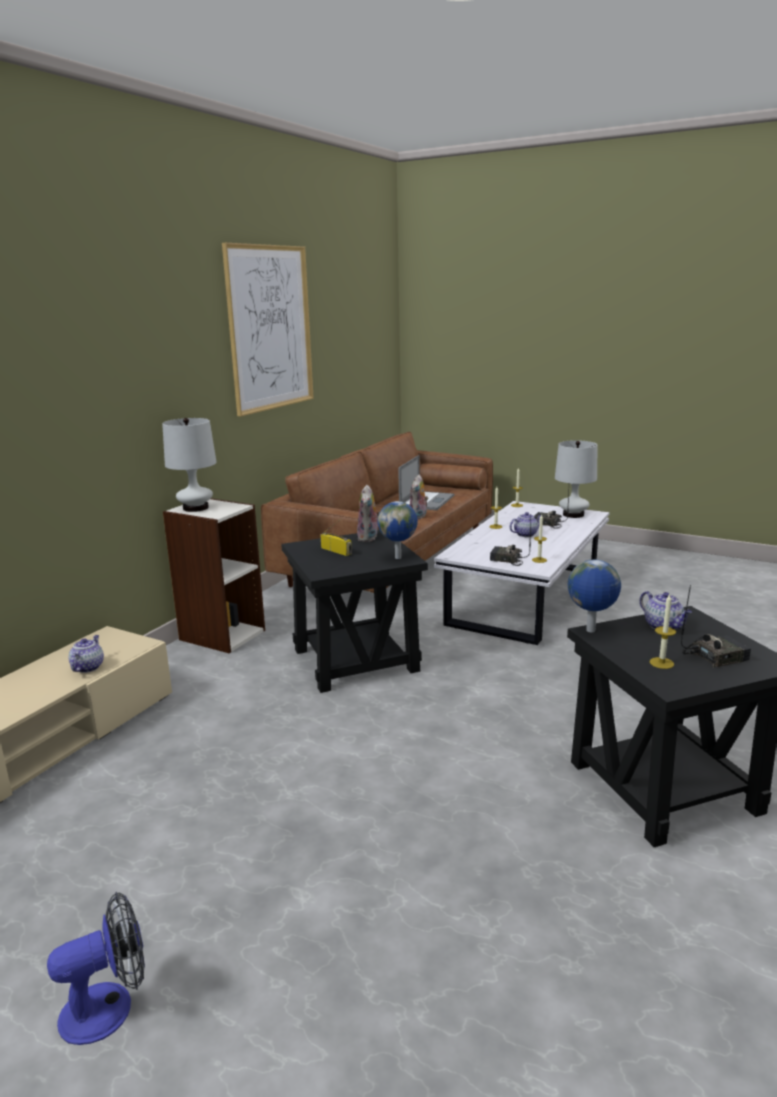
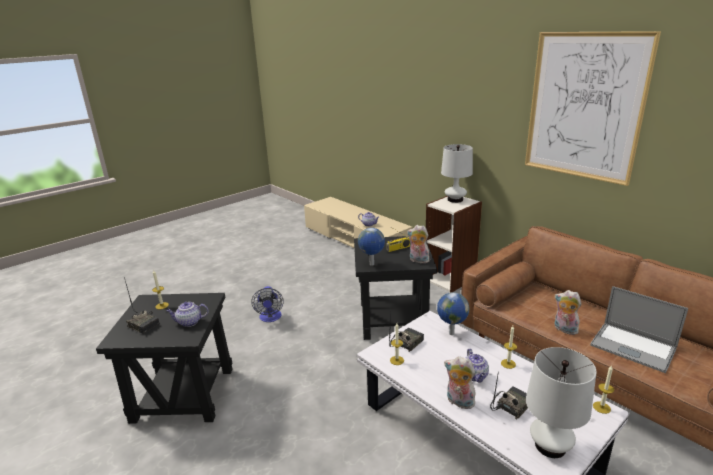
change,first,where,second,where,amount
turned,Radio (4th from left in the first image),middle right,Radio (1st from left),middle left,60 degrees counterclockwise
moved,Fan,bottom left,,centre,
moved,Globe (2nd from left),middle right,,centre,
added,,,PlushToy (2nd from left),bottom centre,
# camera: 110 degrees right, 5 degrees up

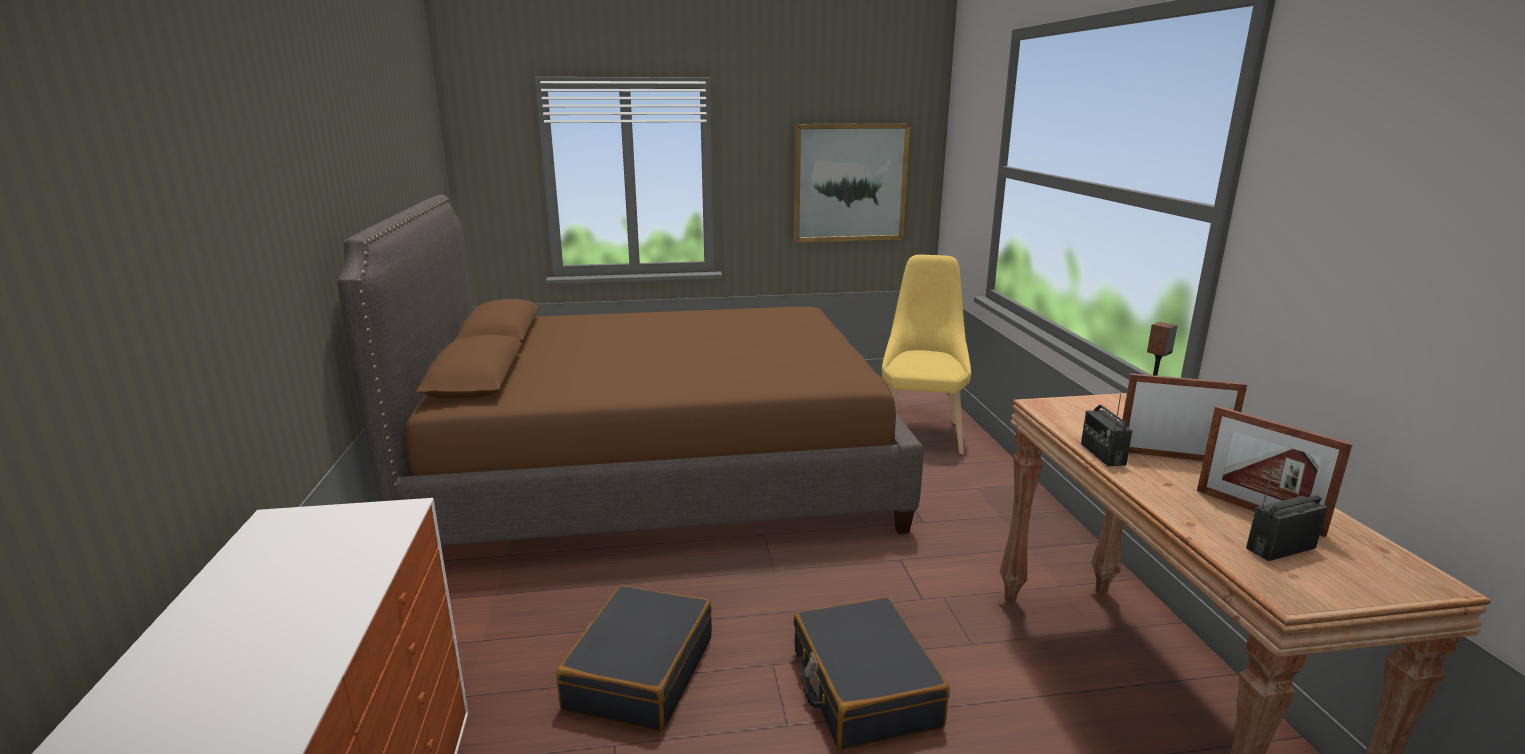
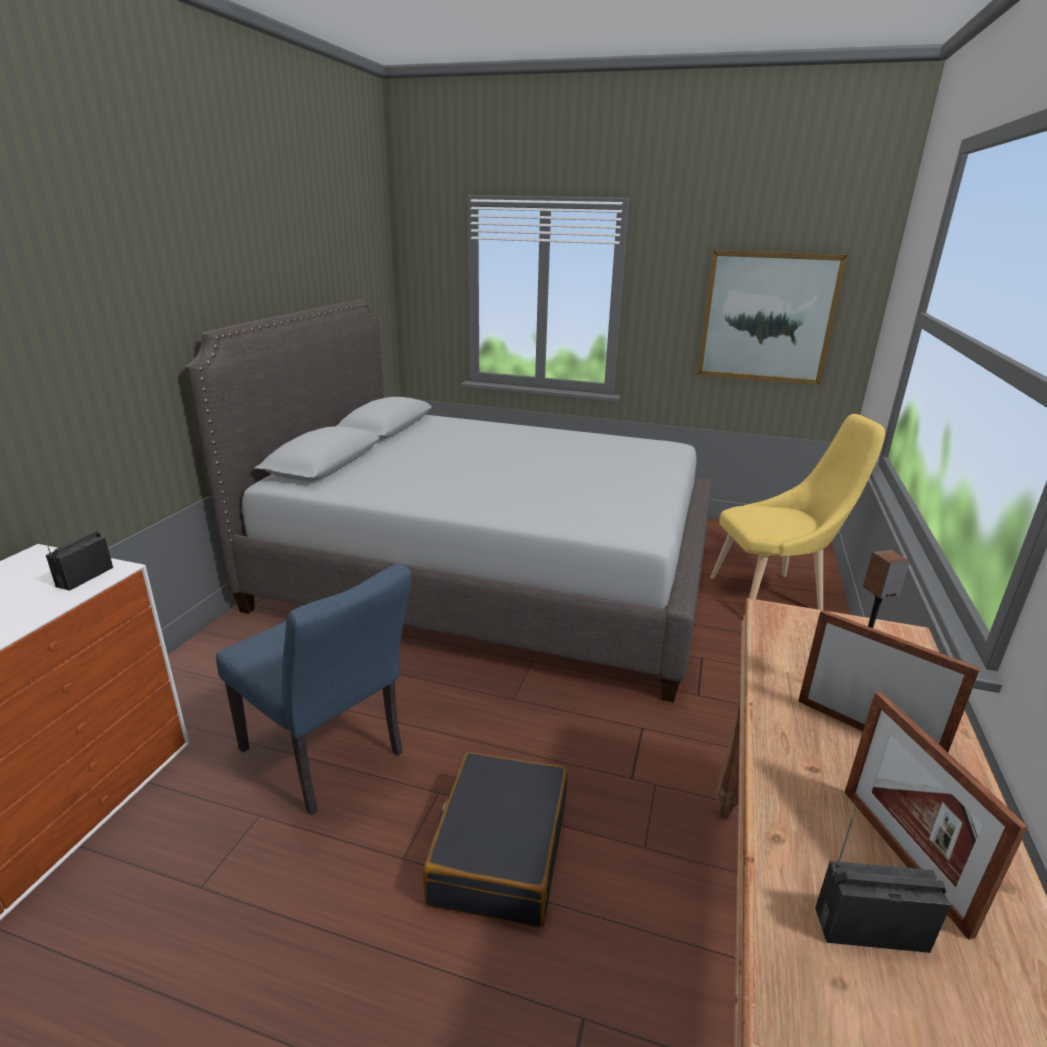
change,first,where,second,where,amount
moved,Radio (1st from left),middle right,,middle left,
recoloured,BrownBed,centre,GreyBed,centre,
replaced,BlackSuitcase (1st from left),bottom centre,BlueChair,middle left,
turned,YellowChair,centre,,middle right,45 degrees clockwise
# camera: 25 degrees right, 5 degrees up

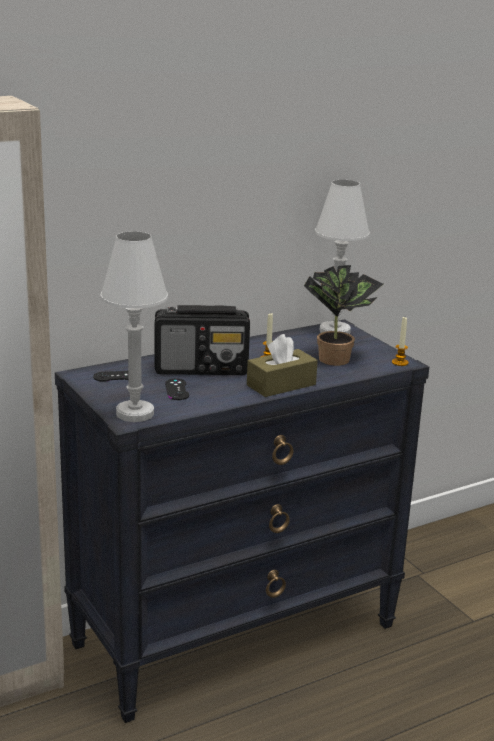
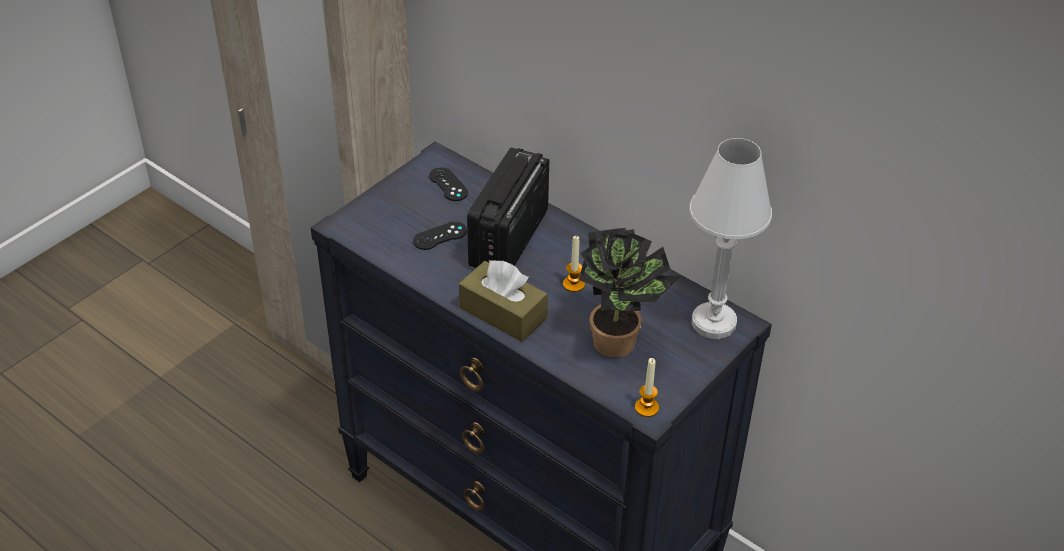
change,first,where,second,where,amount
turned,Radio,centre,,centre,45 degrees clockwise
removed,WhiteTableLamp (1st from left),middle left,,,
# camera: 70 degrees right, 20 degrees up

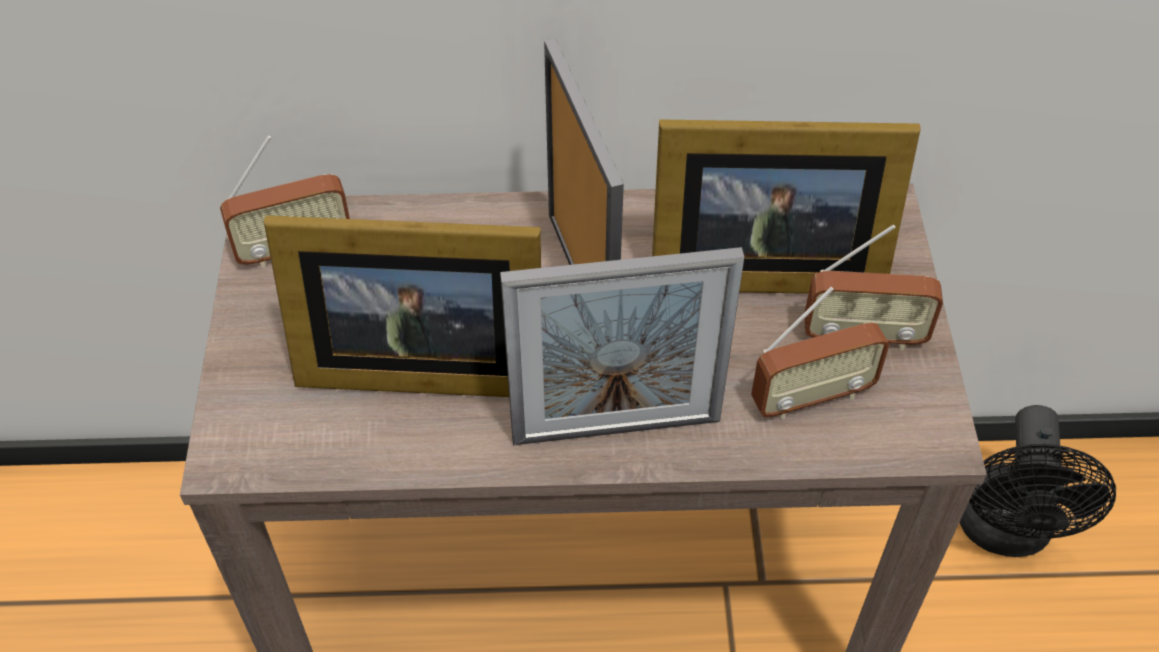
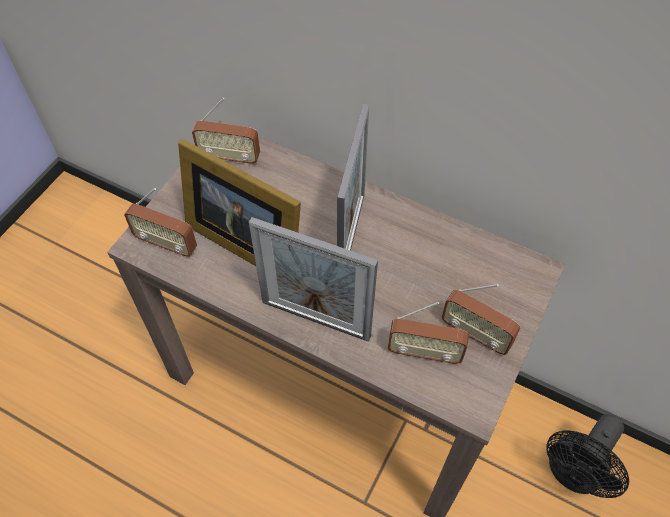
change,first,where,second,where,amount
added,,,Radio (1st from left),middle left,
removed,PictureFrame (4th from left),top right,,,
# camera: 30 degrees right, 5 degrees up

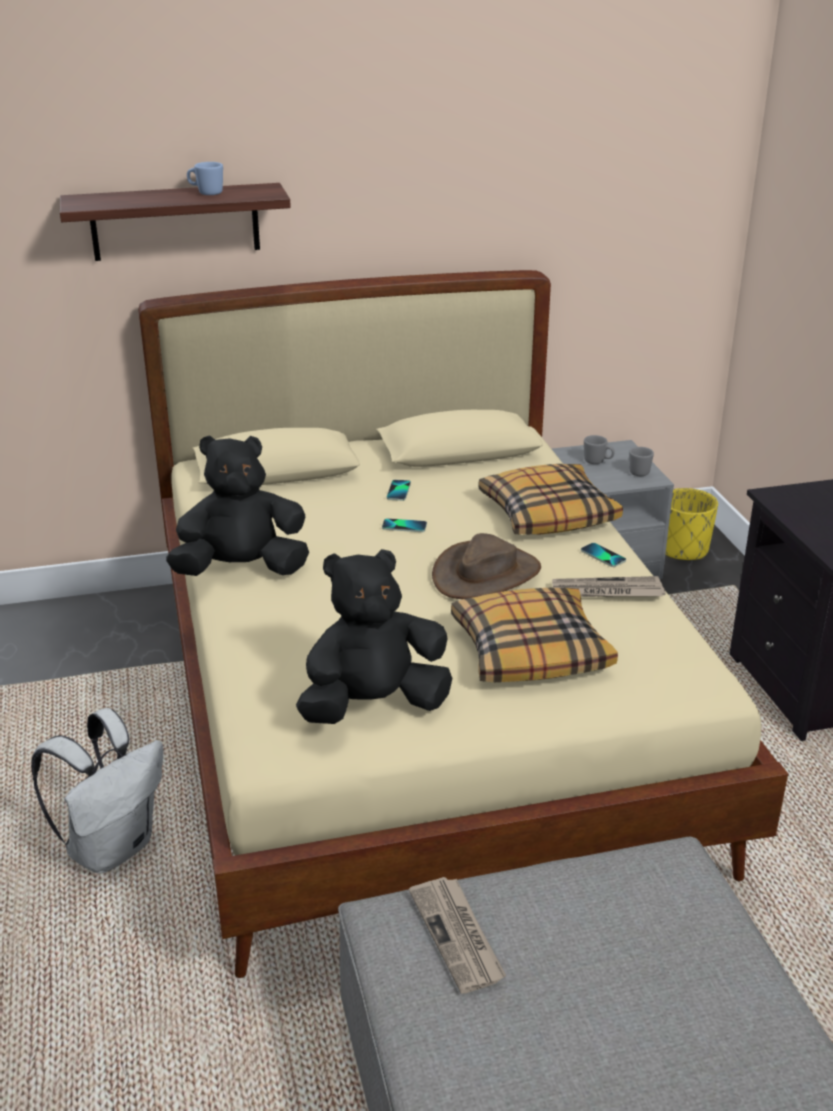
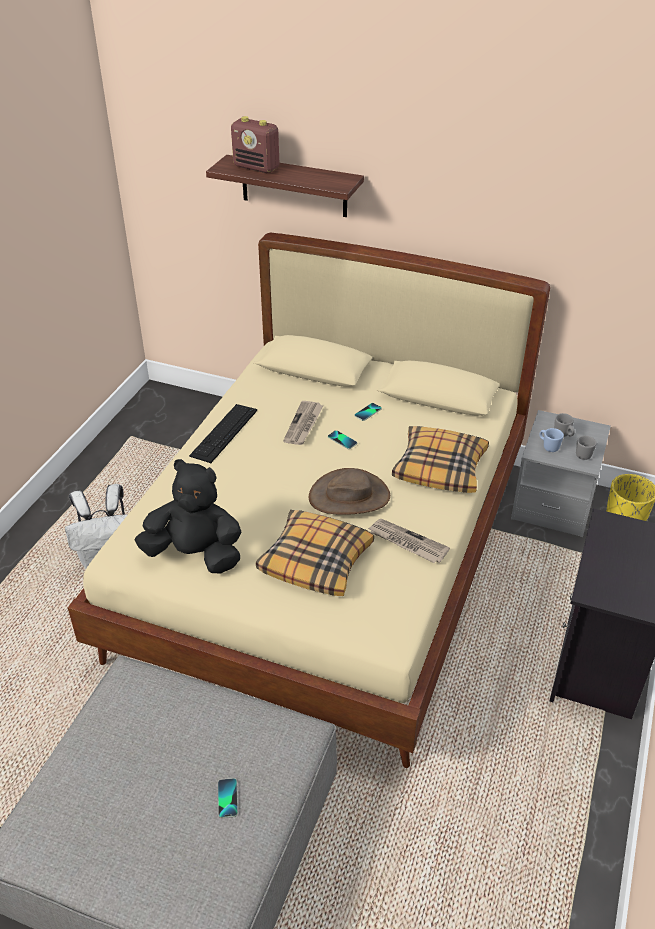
change,first,where,second,where,amount
replaced,BlackPlushToy (1st from left),middle left,Keyboard,centre,
moved,Phone (3rd from left in the first image),middle right,Phone (1st from left),bottom centre,
added,,,Radio,top centre,
moved,Newspaper (1st from left),bottom centre,,centre,
moved,BlueMug,top left,,middle right,
# camera: 35 degrees right, 10 degrees up

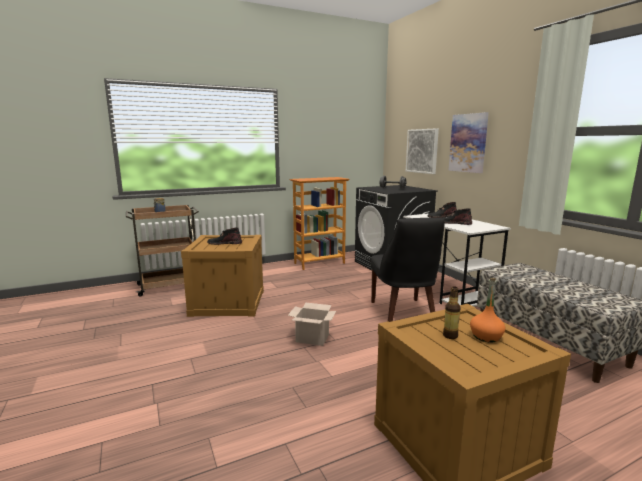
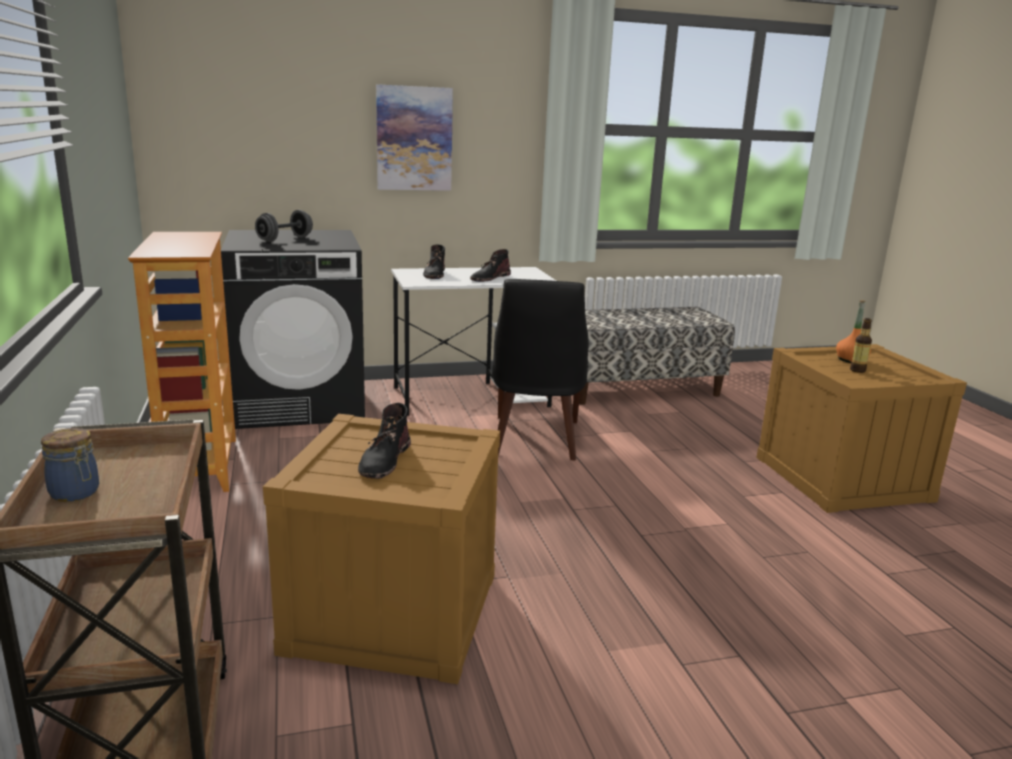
change,first,where,second,where,amount
turned,BlackChair,centre,,centre,90 degrees clockwise
removed,CardboardBox,bottom centre,,,
removed,Picture (1st from left),top centre,,,
# camera: 80 degrees left, 5 degrees up

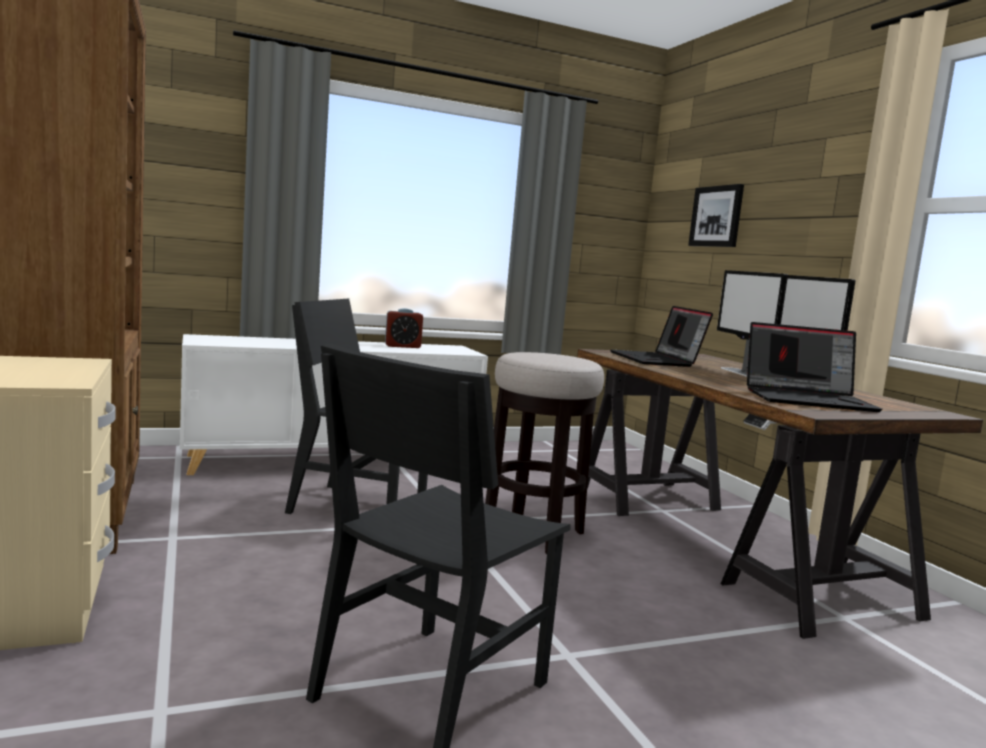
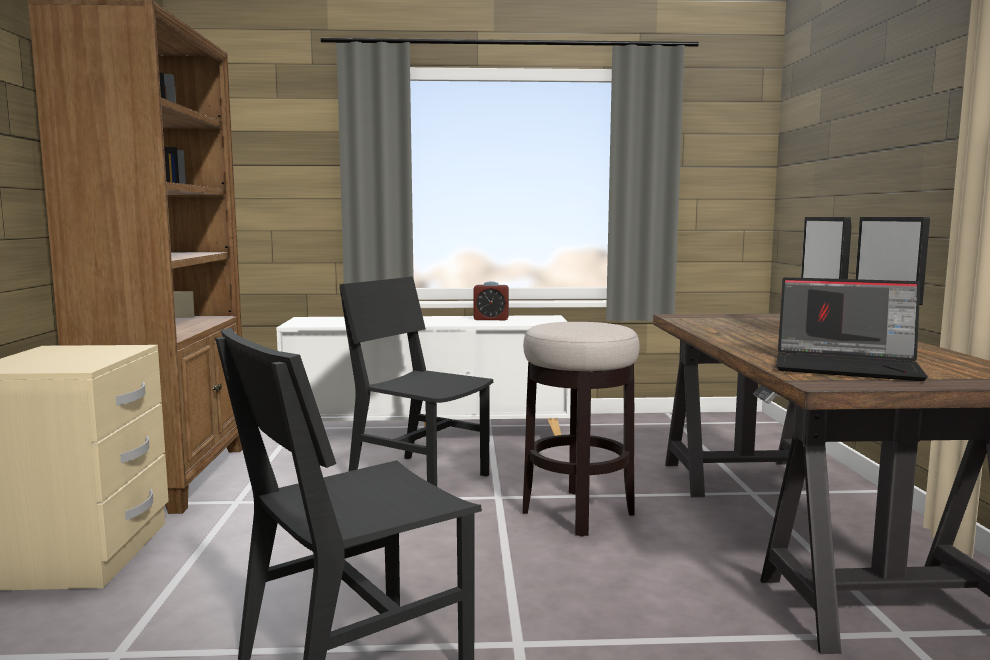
change,first,where,second,where,amount
removed,Laptop (1st from left),middle right,,,
removed,Picture,top right,,,
# camera: 20 degrees right, 0 degrees up

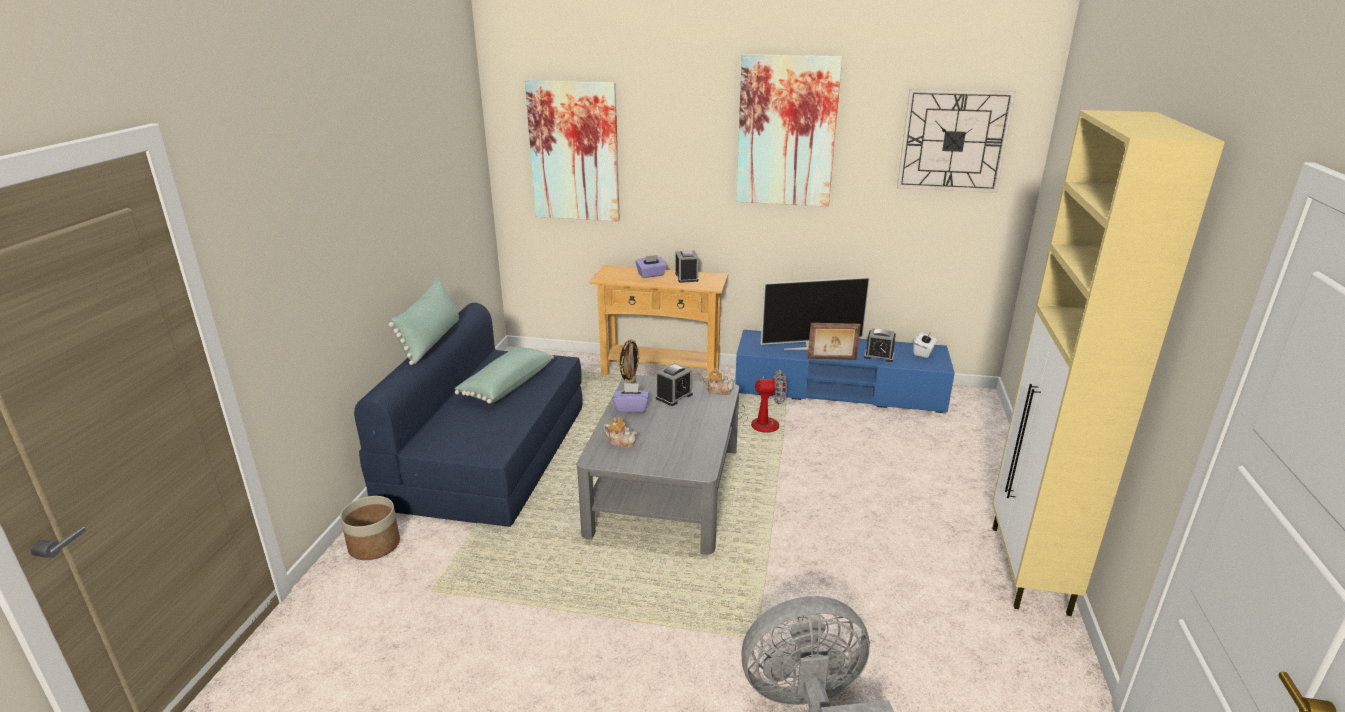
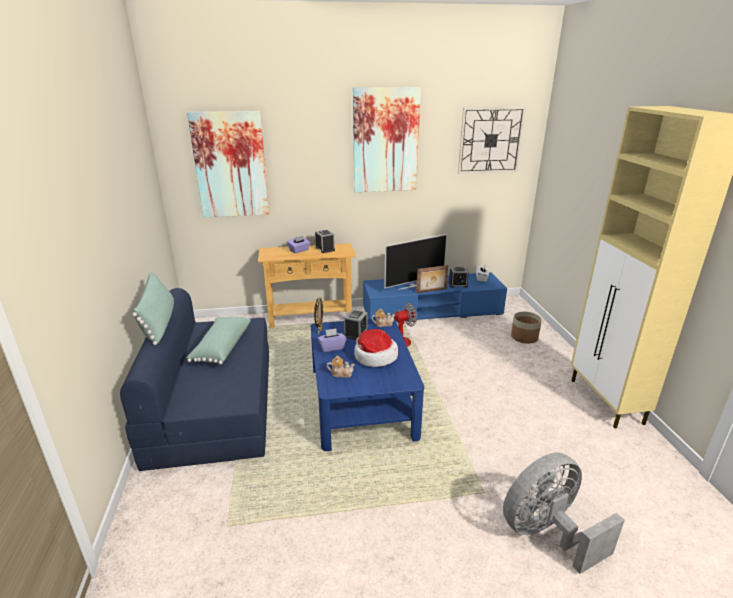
change,first,where,second,where,amount
recoloured,GreyCoffeeTable,centre,BlueCoffeeTable,centre,
added,,,Hat,centre,
moved,Planter,bottom left,,middle right,
# camera: 20 degrees left, 0 degrees up

